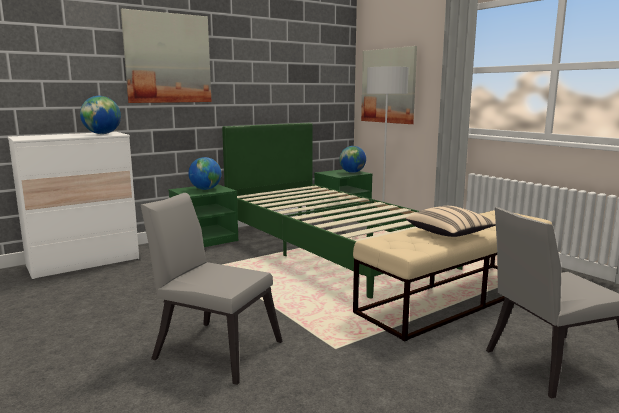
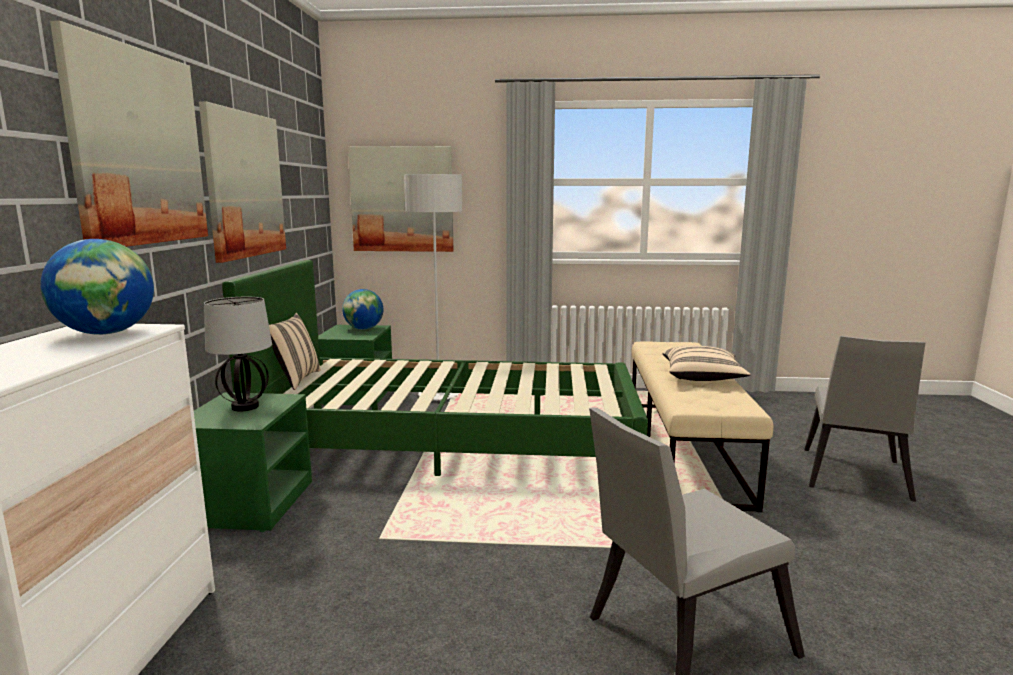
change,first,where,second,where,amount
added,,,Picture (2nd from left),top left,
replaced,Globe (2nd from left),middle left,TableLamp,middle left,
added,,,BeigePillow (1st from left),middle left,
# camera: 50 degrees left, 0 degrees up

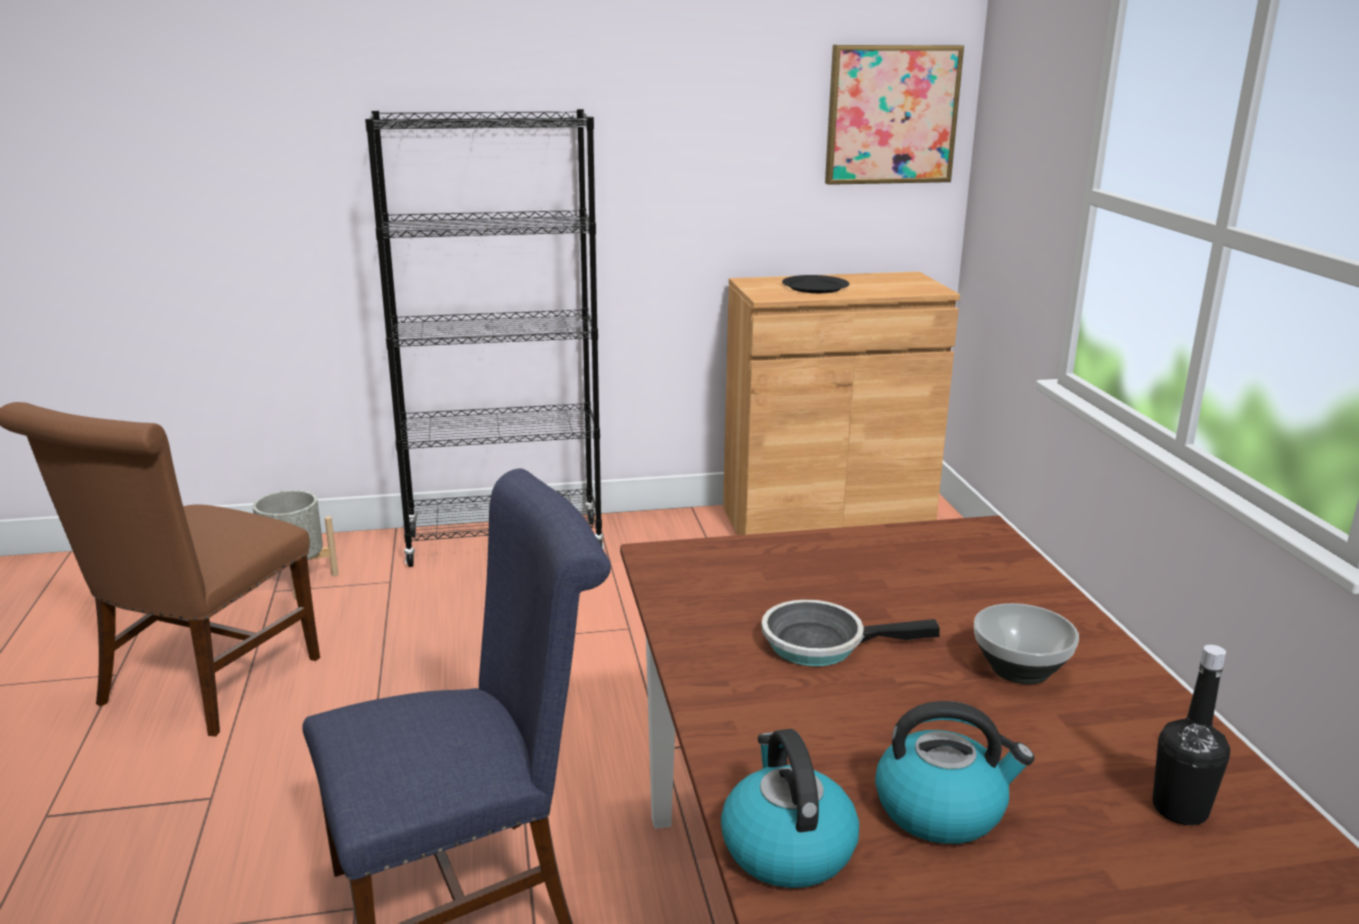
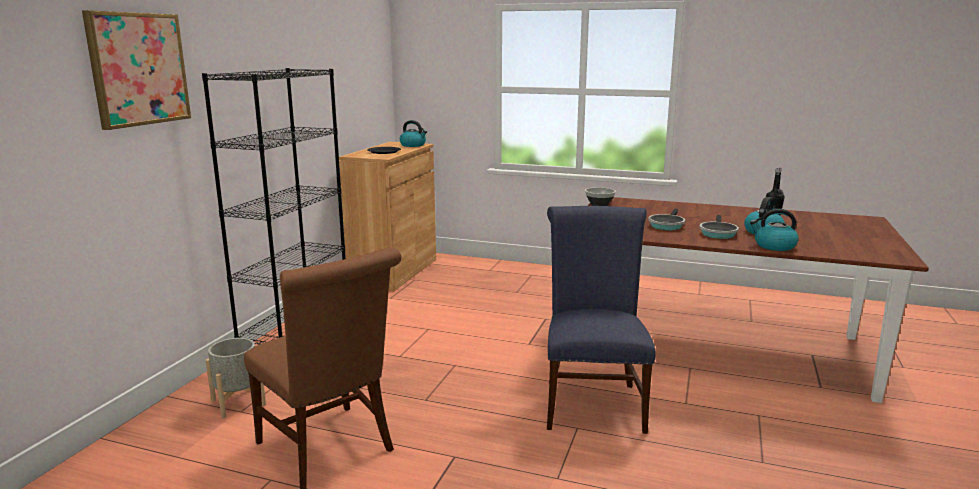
change,first,where,second,where,amount
moved,Picture,top centre,,top left,
added,,,Kettle (1st from left),top centre,
moved,Bowl,bottom right,,centre,
added,,,FryingPan (2nd from left),middle right,
# camera: 60 degrees left, 5 degrees down

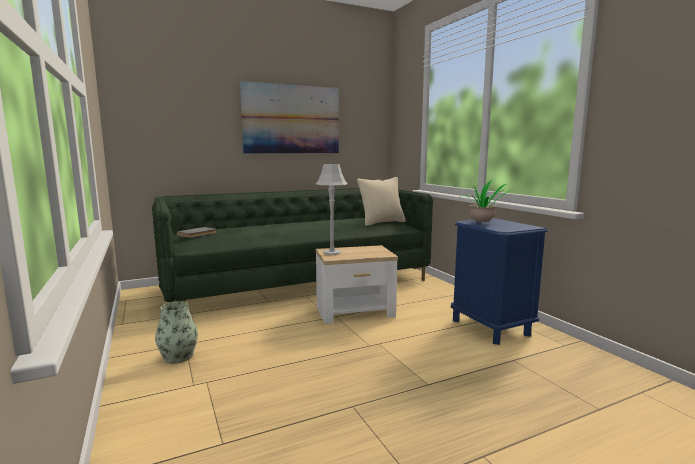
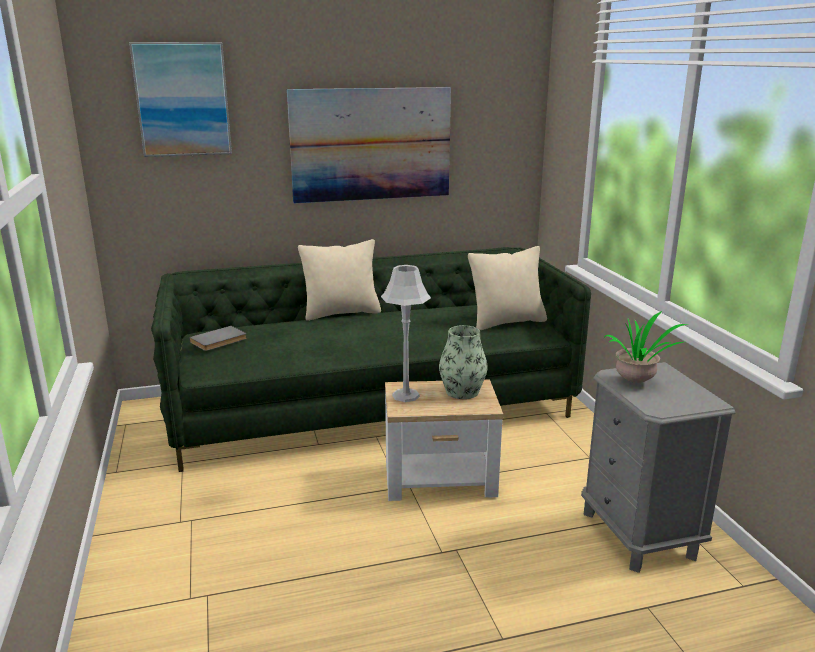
change,first,where,second,where,amount
added,,,Picture (1st from left),top left,
added,,,BeigePillow (1st from left),centre,
moved,Vase,bottom left,,centre,
recoloured,BlueNightstand,middle right,GreyNightstand,bottom right,
# camera: 10 degrees right, 10 degrees up

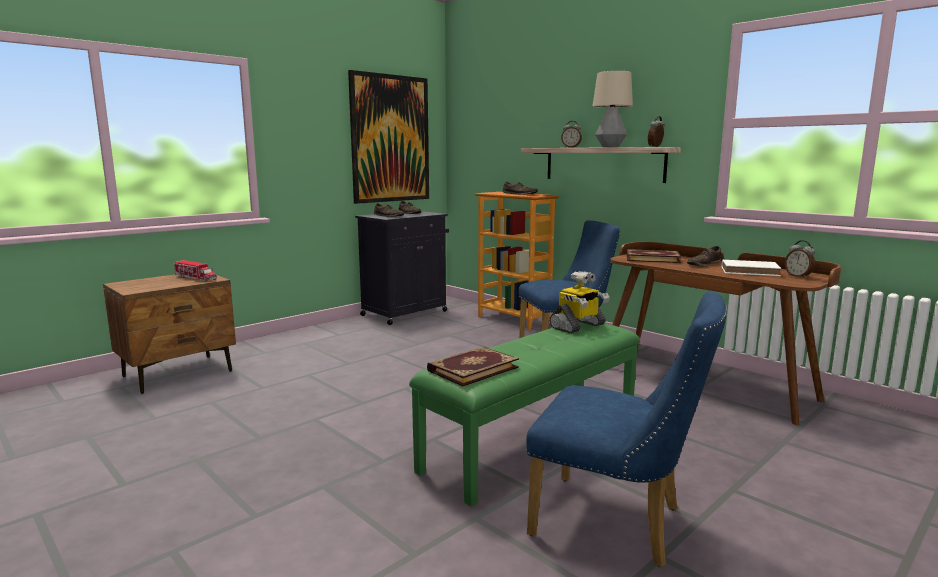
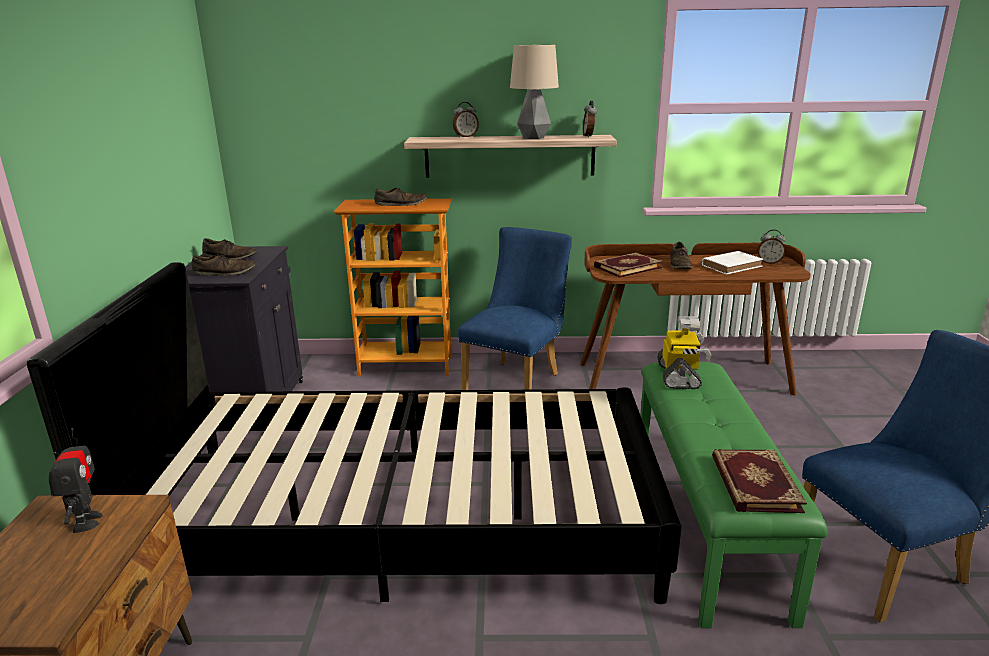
change,first,where,second,where,amount
added,,,BlackBed,centre,
replaced,ToyTruck,middle left,ToyRobot (1st from left),bottom left,
removed,Picture,top centre,,,
# camera: 45 degrees left, 10 degrees up

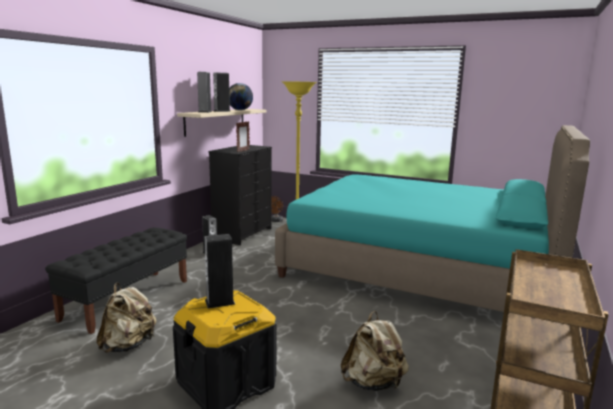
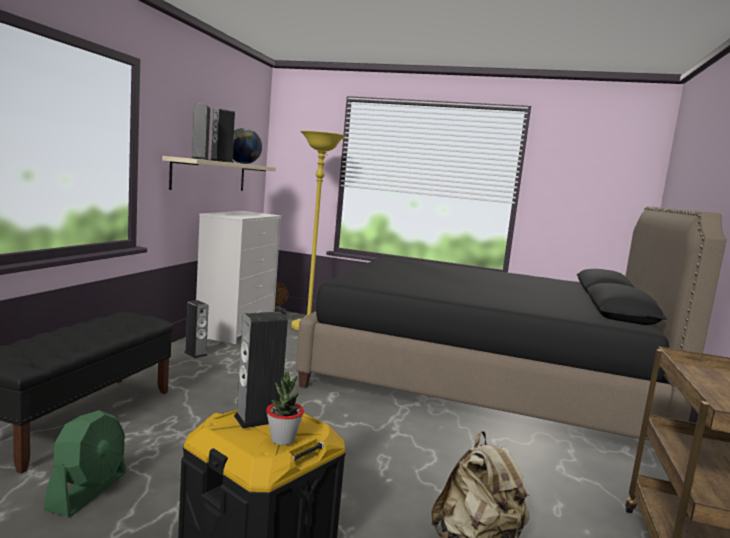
change,first,where,second,where,amount
replaced,BeigeBackpack (1st from left),bottom left,GreenFan,bottom left,
recoloured,BlackDresser,centre,WhiteDresser,middle left,
added,,,PottedPlant,bottom centre,
recoloured,TurquoiseBed,middle right,BlackBed,middle right,
removed,PictureFrame,top centre,,,
# camera: 10 degrees left, 5 degrees down

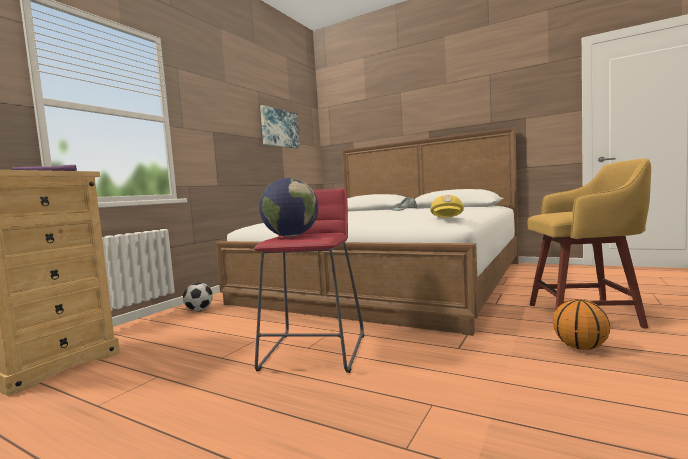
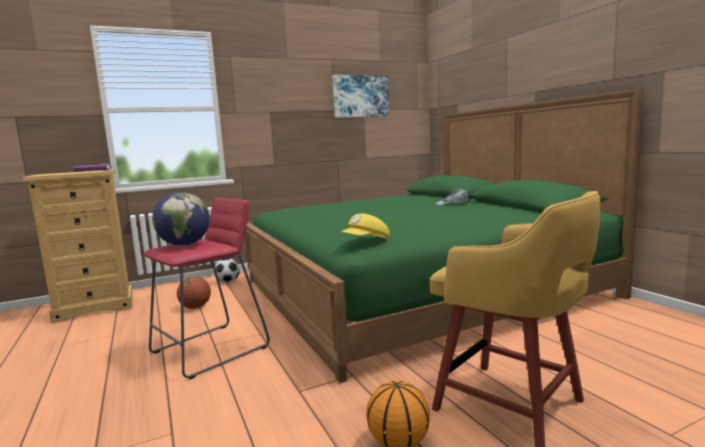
change,first,where,second,where,amount
added,,,Basketball (1st from left),middle left,
recoloured,WhiteBed,centre,GreenBed,centre,
# camera: 35 degrees right, 5 degrees up

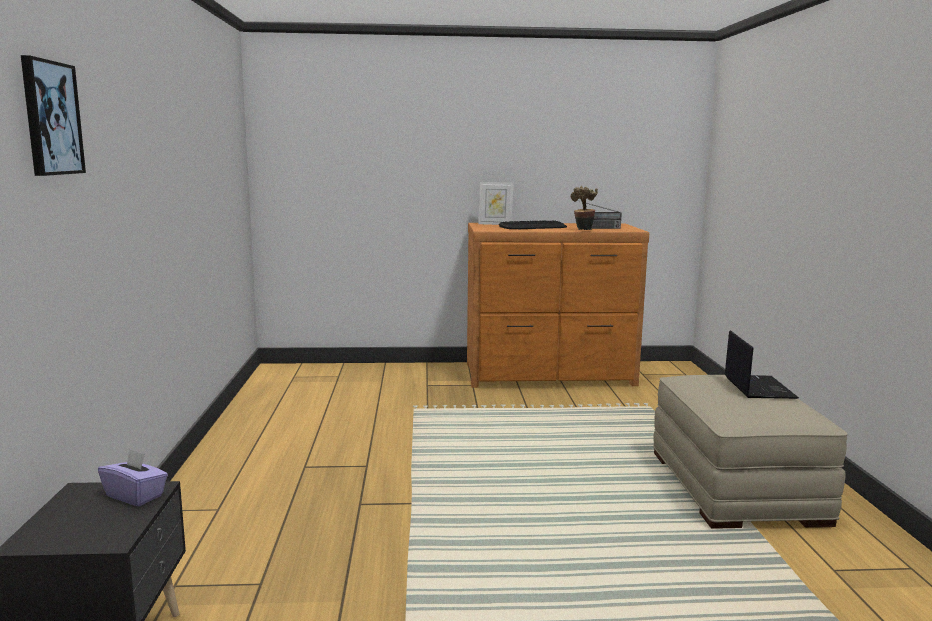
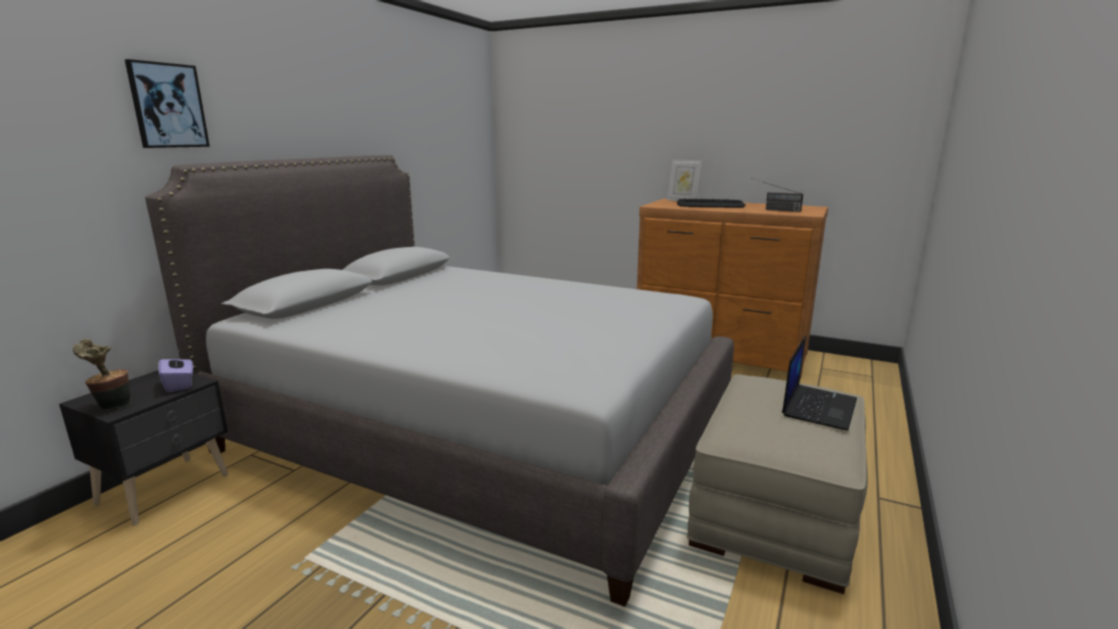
change,first,where,second,where,amount
moved,PottedPlant,centre,,middle left,
added,,,GreyBed,centre,
# camera: 30 degrees right, 5 degrees up

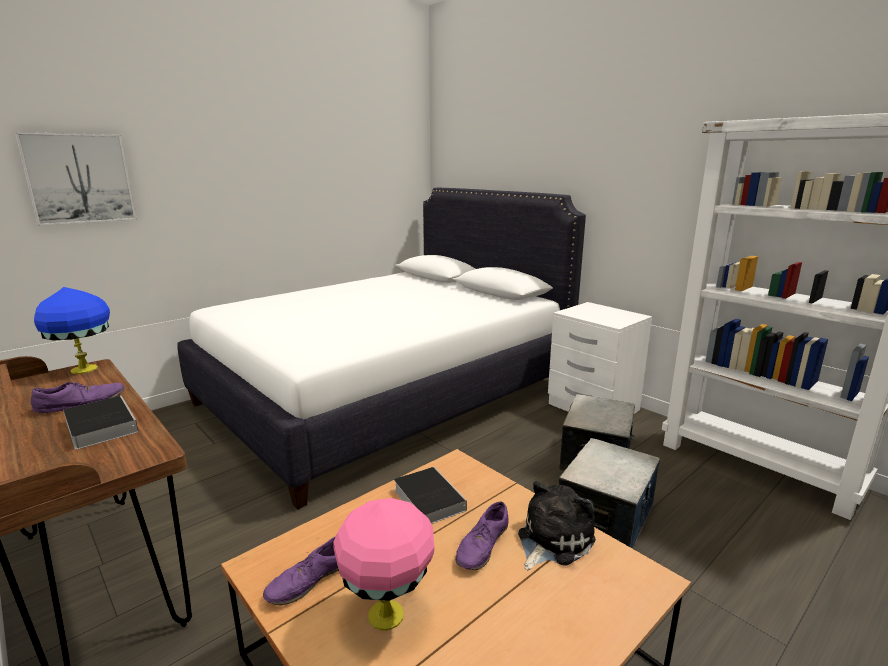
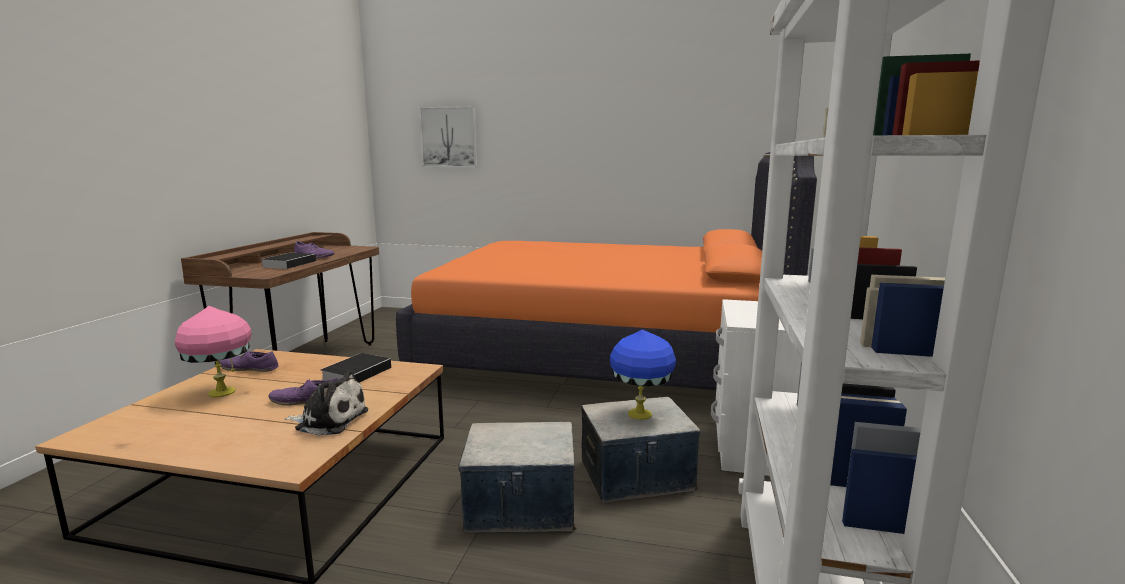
change,first,where,second,where,amount
recoloured,WhiteBed,centre,OrangeBed,centre,
moved,BlueTableLamp,middle left,,centre,
# camera: 55 degrees right, 5 degrees down

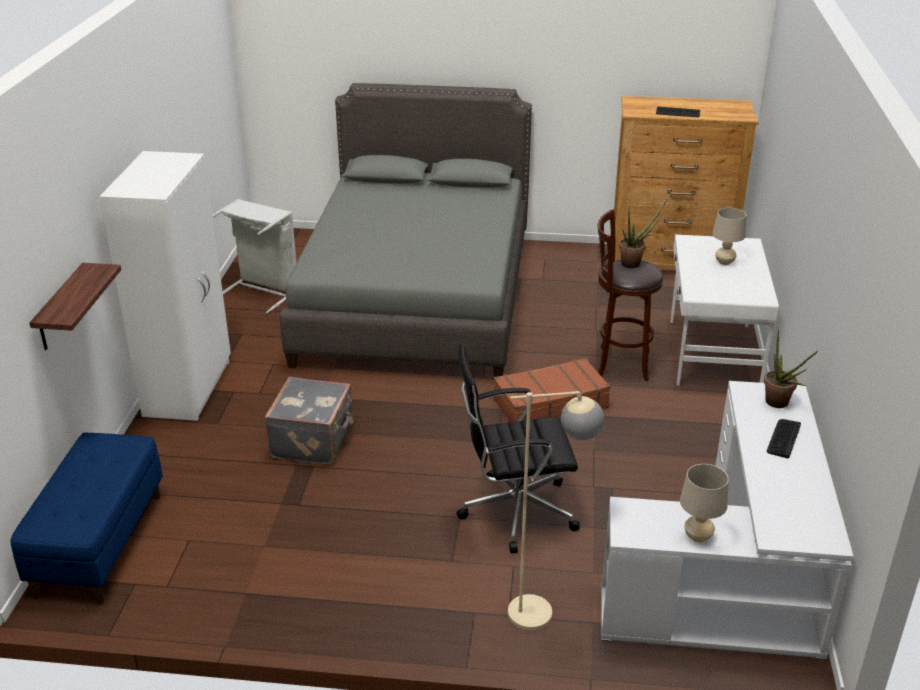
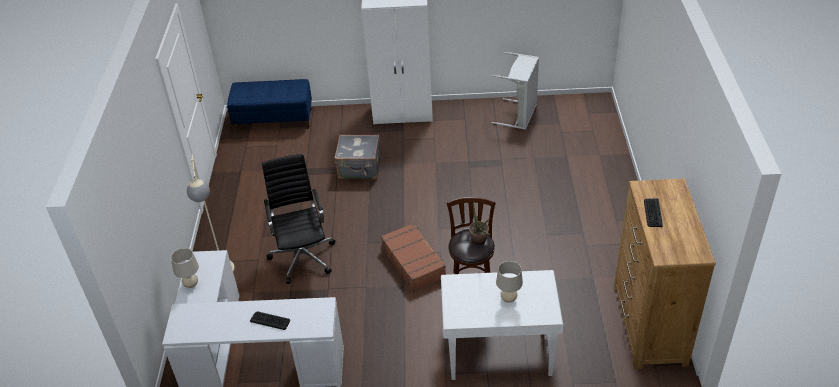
change,first,where,second,where,amount
removed,Shelf,middle left,,,
removed,GreyBed,centre,,,
removed,PottedPlant (2nd from left),middle right,,,
# camera: 85 degrees right, 10 degrees up

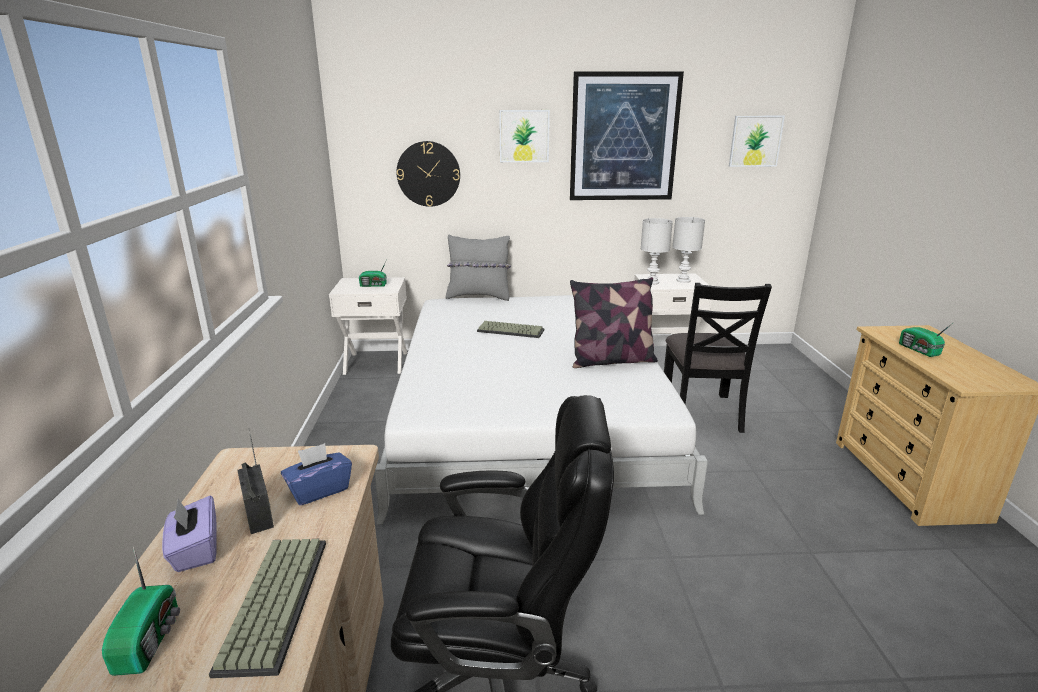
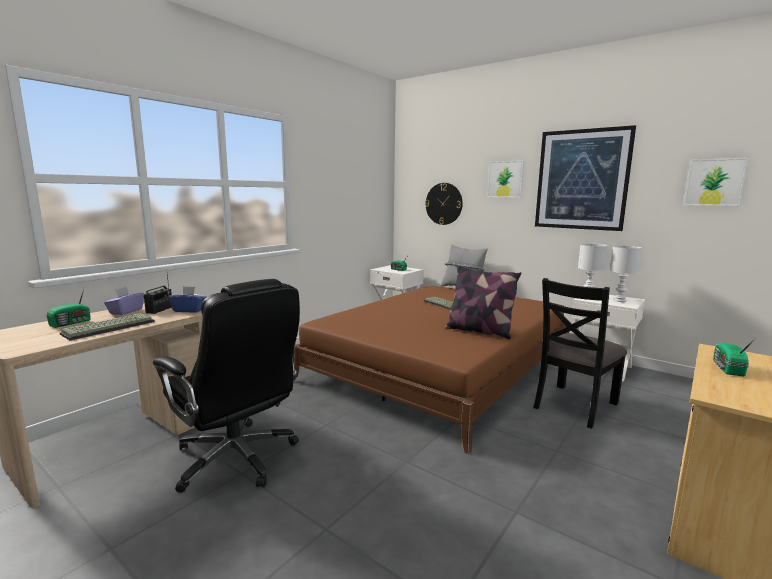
change,first,where,second,where,amount
recoloured,WhiteBed,centre,BrownBed,centre,
# camera: 40 degrees right, 10 degrees down

